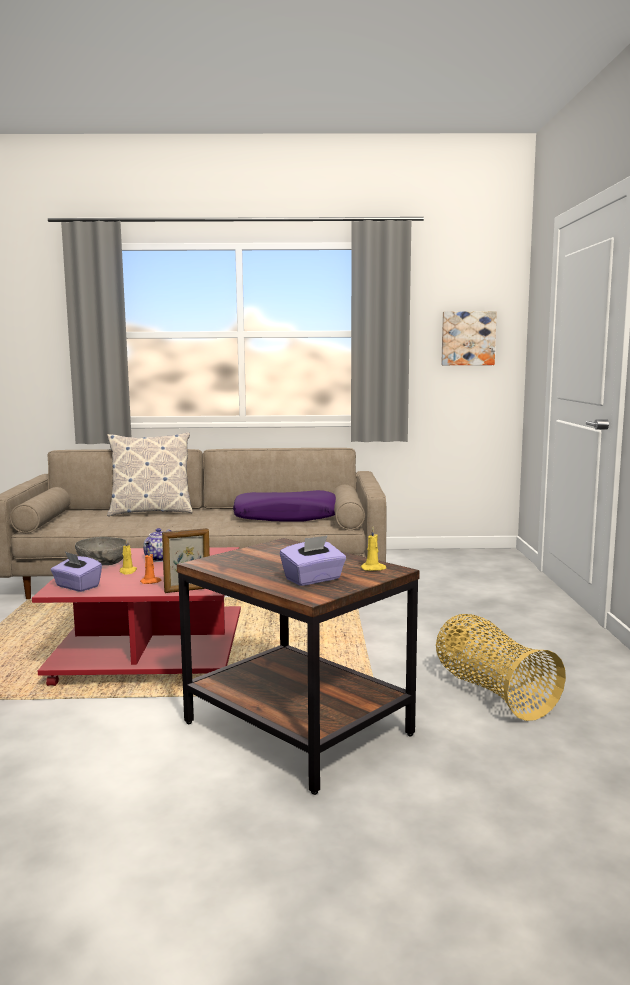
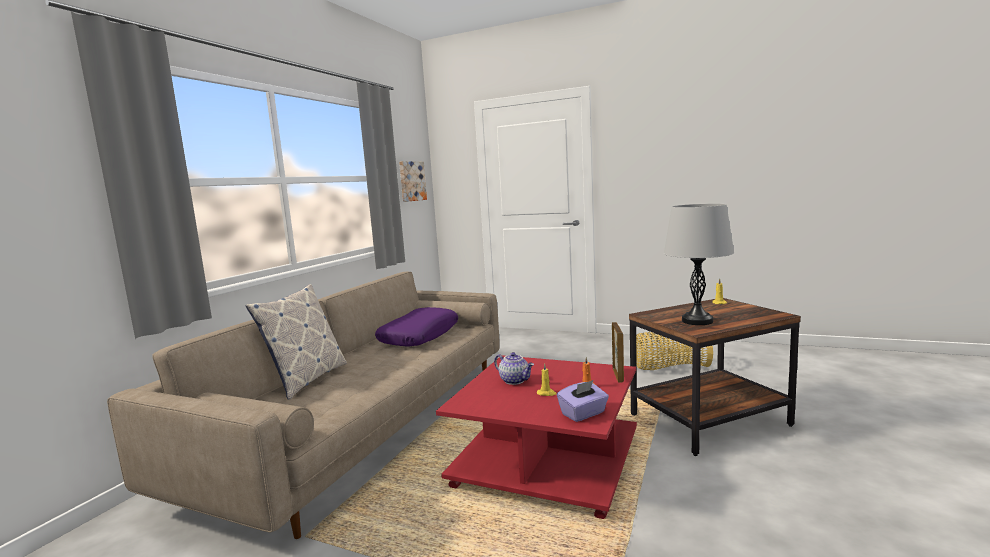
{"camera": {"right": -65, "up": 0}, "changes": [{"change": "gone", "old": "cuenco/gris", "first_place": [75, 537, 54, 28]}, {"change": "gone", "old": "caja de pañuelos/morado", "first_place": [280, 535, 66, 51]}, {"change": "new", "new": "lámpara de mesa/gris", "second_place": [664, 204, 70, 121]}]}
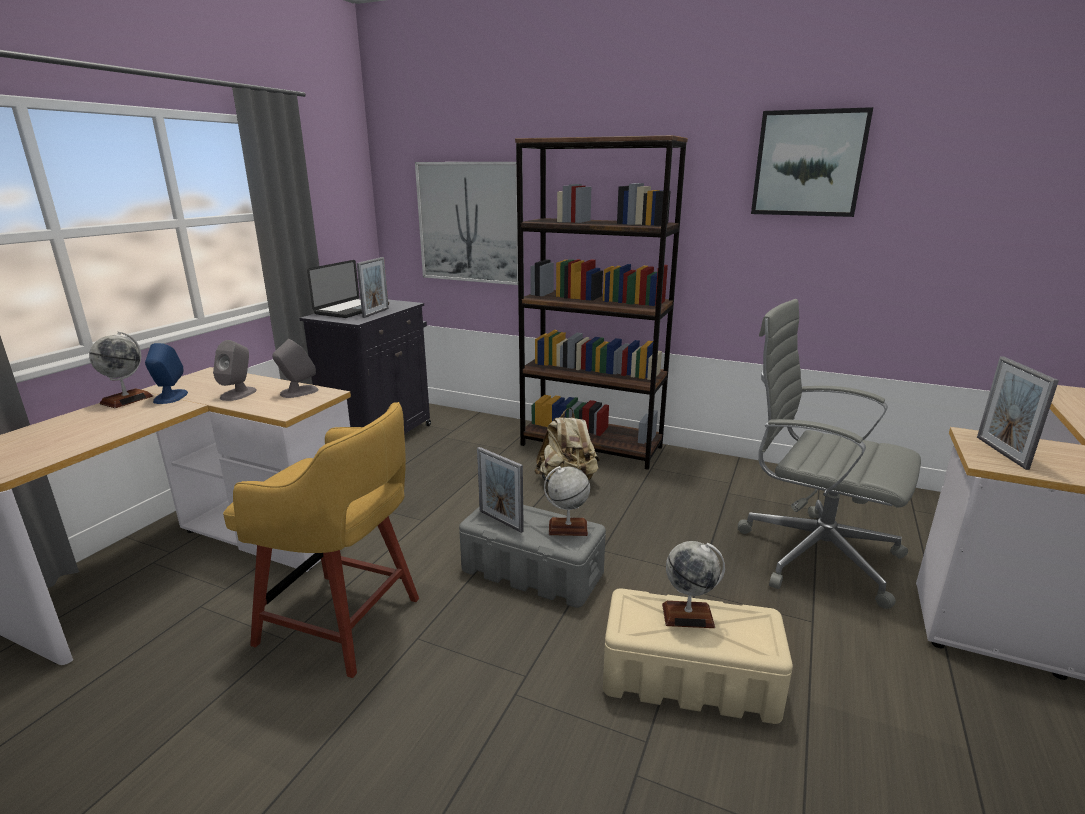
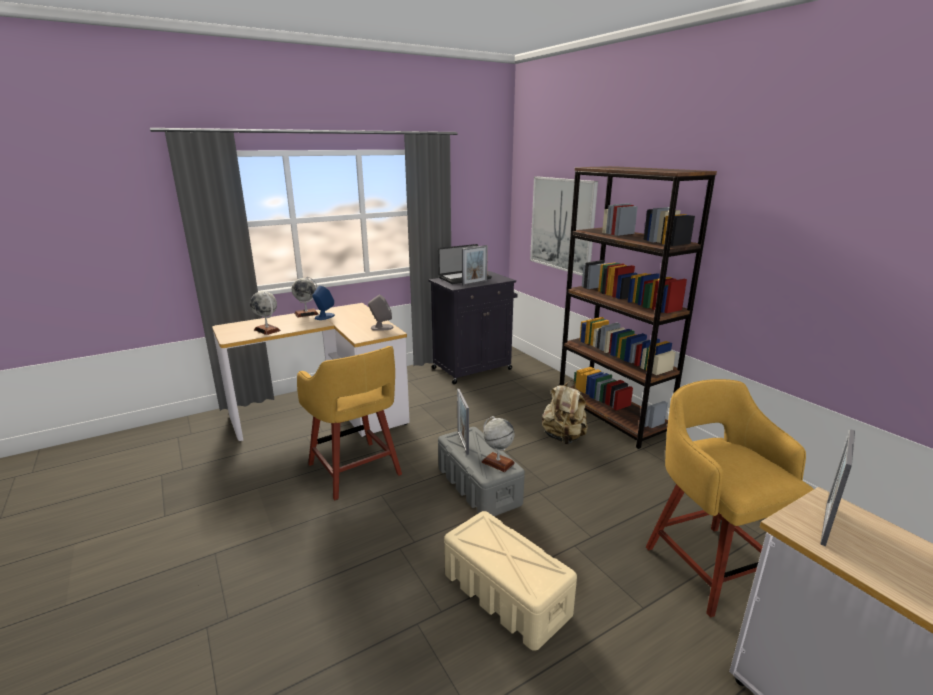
{"camera": {"right": 35, "up": 0}, "changes": [{"change": "gone", "old": "altavoz/gris", "first_place": [213, 340, 44, 61]}, {"change": "gone", "old": "cuadro", "first_place": [751, 107, 122, 110]}, {"change": "shifted", "old": "globo terráqueo", "first_place": [662, 541, 63, 87], "second_place": [250, 291, 31, 44]}, {"change": "swapped", "old": "silla de oficina/gris", "new": "taburete/amarillo", "first_place": [738, 299, 183, 310], "second_place": [646, 379, 168, 238]}]}
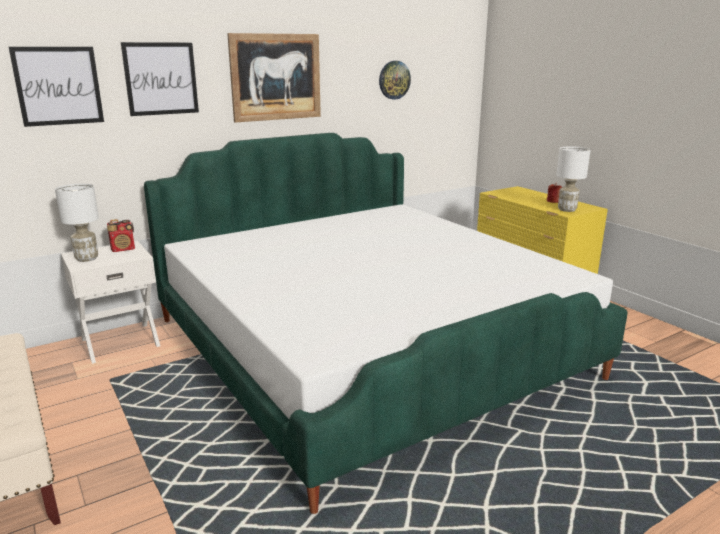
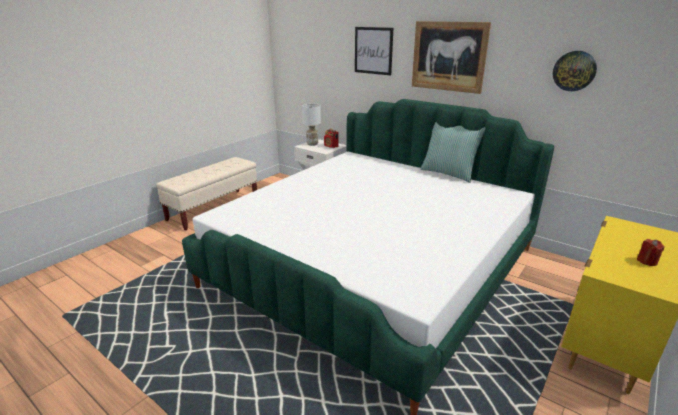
{"camera": {"right": 70, "up": 5}, "changes": [{"change": "gone", "old": "cuadro", "first_place": [9, 47, 95, 80]}, {"change": "gone", "old": "lámpara de mesa/blanco", "first_place": [556, 146, 35, 66]}, {"change": "new", "new": "cojín", "second_place": [420, 122, 65, 61]}]}
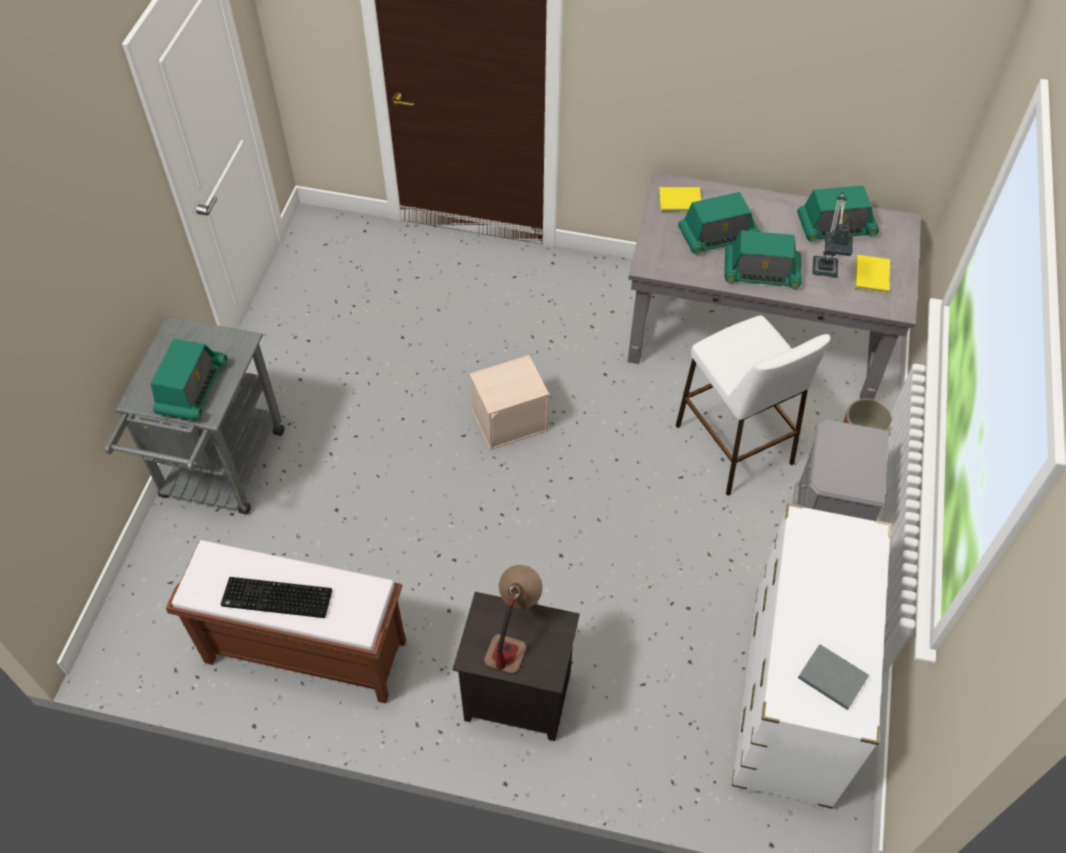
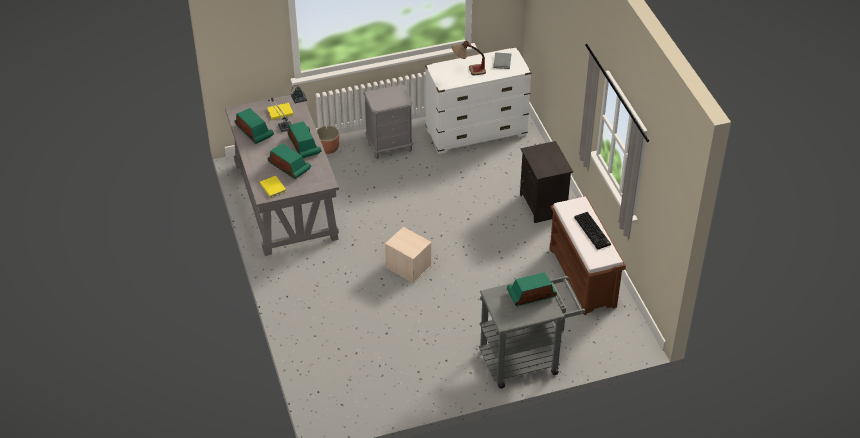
{"camera": {"right": -120, "up": -10}, "changes": [{"change": "gone", "old": "taburete/blanco", "first_place": [676, 315, 155, 181]}, {"change": "shifted", "old": "lámpara de mesa", "first_place": [484, 565, 58, 109], "second_place": [452, 41, 34, 34]}]}
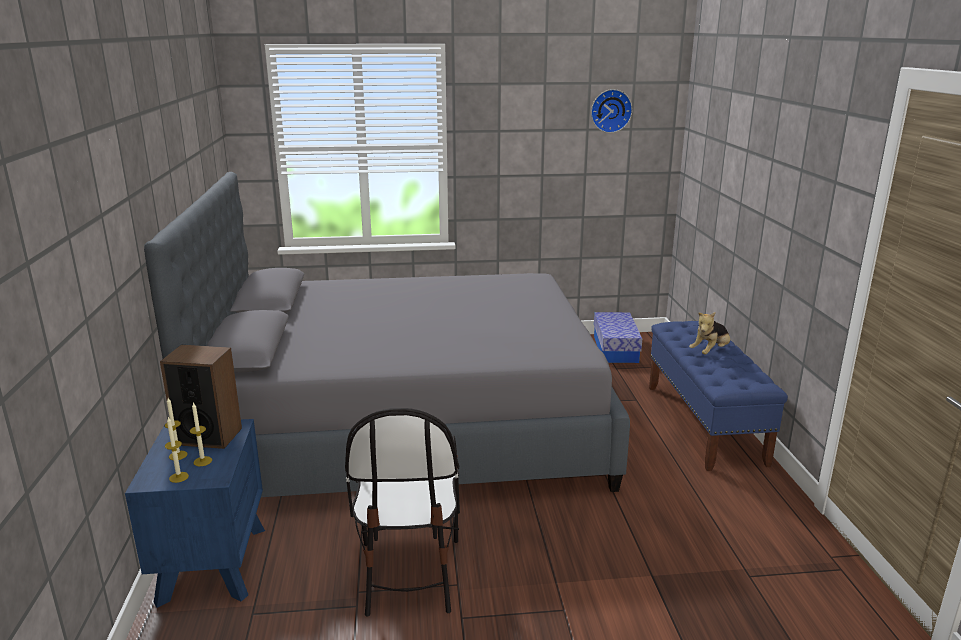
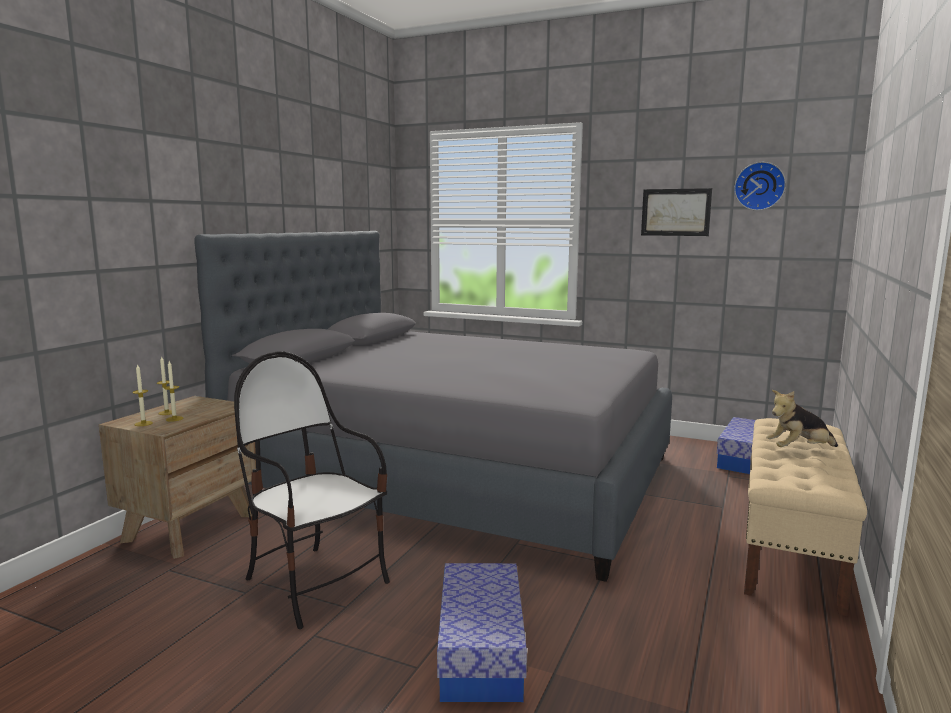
{"camera": {"right": 30, "up": -10}, "changes": [{"change": "gone", "old": "altavoz", "first_place": [160, 345, 82, 104]}, {"change": "new", "new": "caja de almacenaje", "second_place": [437, 563, 90, 139]}, {"change": "new", "new": "cuadro", "second_place": [641, 188, 71, 48]}, {"change": "repainted", "old": "mesita de noche/azul", "new": "mesita de noche/marrón", "first_place": [125, 419, 140, 189], "second_place": [99, 396, 157, 163]}, {"change": "repainted", "old": "banco/azul", "new": "banco/beis", "first_place": [649, 321, 139, 150], "second_place": [744, 418, 123, 198]}, {"change": "rotated", "old": "silla", "first_place": [345, 408, 115, 208], "second_place": [234, 351, 156, 278], "degrees": 105}]}
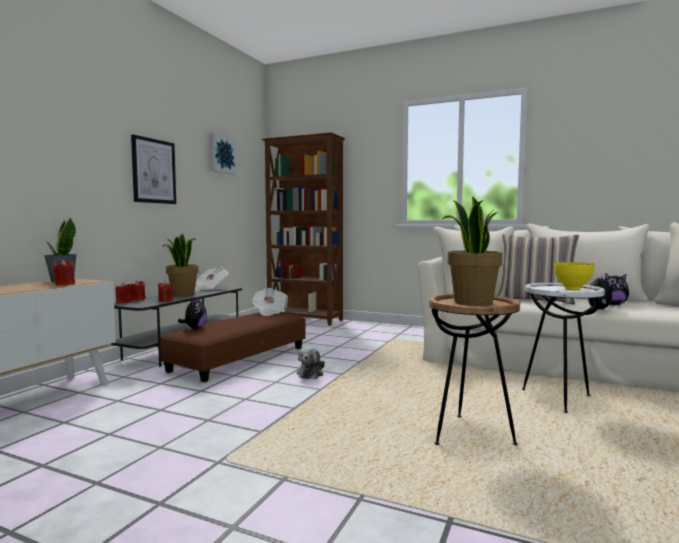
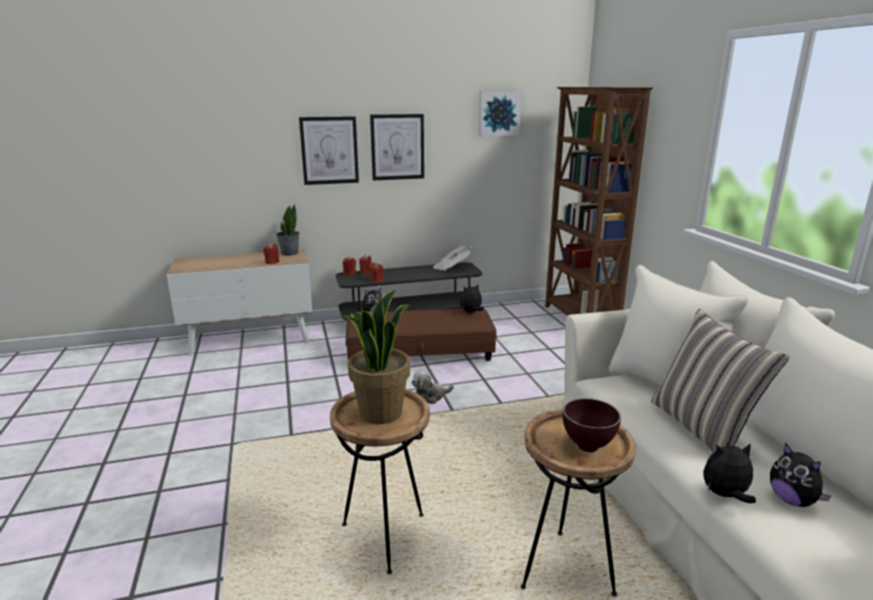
{"camera": {"right": 50, "up": 15}, "changes": [{"change": "gone", "old": "planta en maceta", "first_place": [163, 234, 35, 63]}, {"change": "new", "new": "cuadro", "second_place": [299, 116, 60, 69]}, {"change": "swapped", "old": "periódico", "new": "peluche", "first_place": [251, 288, 37, 28], "second_place": [460, 284, 24, 29]}, {"change": "repainted", "old": "mesa auxiliar/blanco", "new": "mesa auxiliar/marrón", "first_place": [522, 283, 83, 130], "second_place": [521, 409, 115, 187]}, {"change": "repainted", "old": "cuenco/amarillo", "new": "cuenco/marrón", "first_place": [554, 262, 41, 28], "second_place": [563, 398, 58, 54]}]}
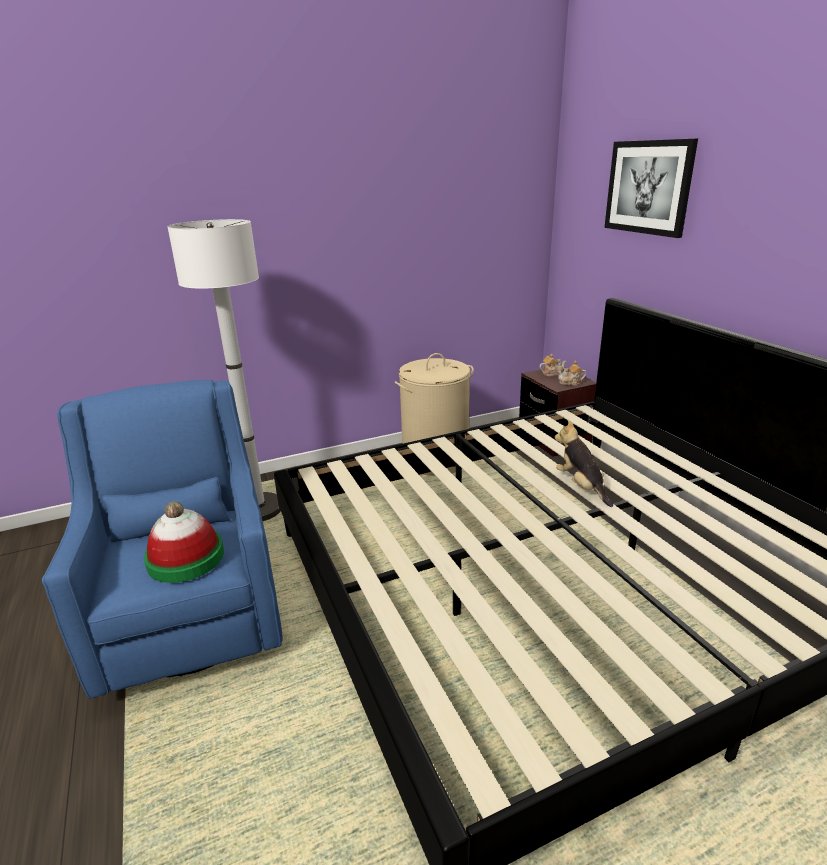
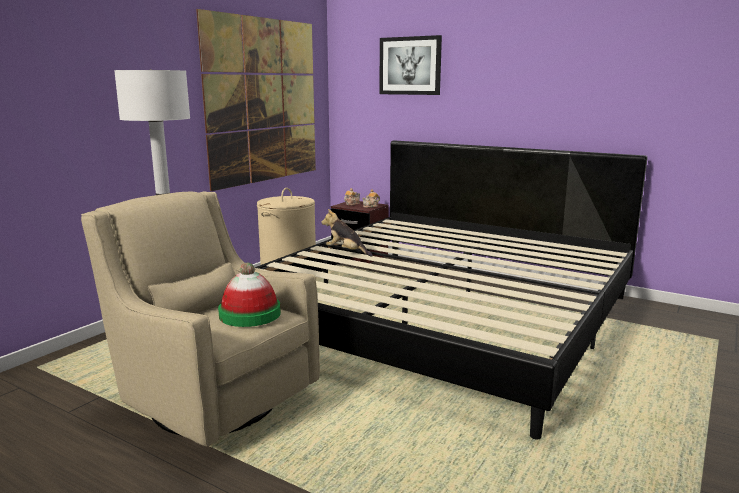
{"camera": {"right": -35, "up": -10}, "changes": [{"change": "new", "new": "cuadro", "second_place": [196, 9, 120, 182]}, {"change": "shifted", "old": "peluche", "first_place": [555, 420, 58, 87], "second_place": [322, 209, 51, 48]}, {"change": "repainted", "old": "sillón/azul", "new": "sillón/beis", "first_place": [42, 380, 241, 319], "second_place": [81, 191, 239, 256]}]}
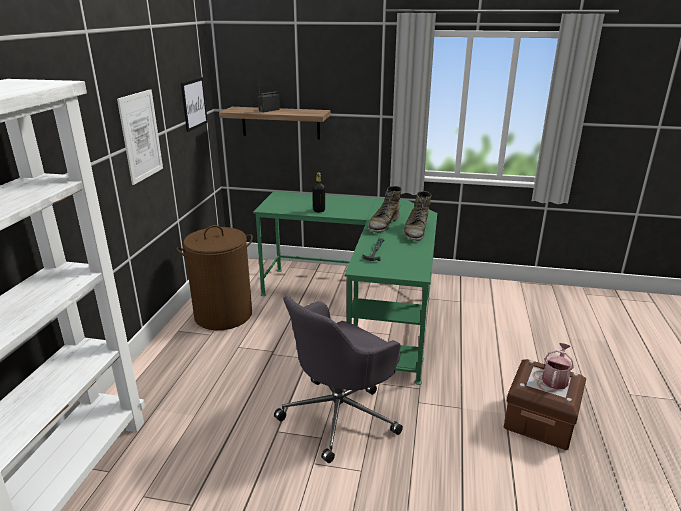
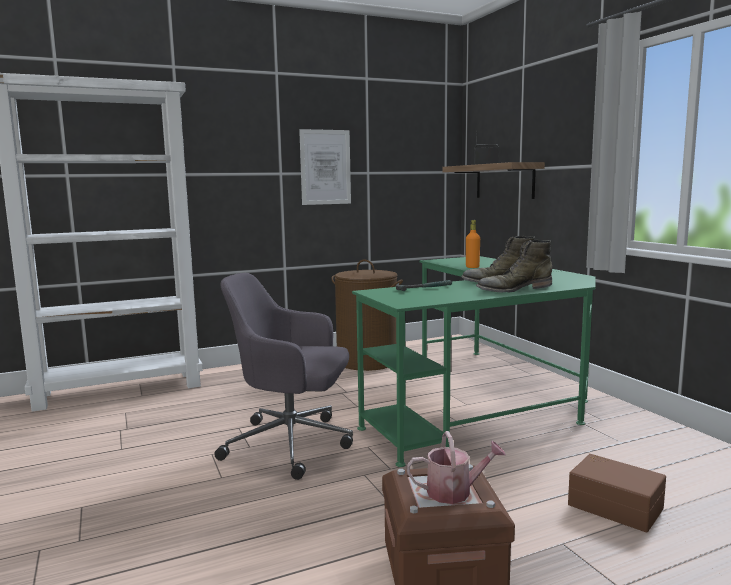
{"camera": {"right": 55, "up": -15}, "changes": [{"change": "gone", "old": "cuadro", "first_place": [181, 77, 27, 55]}, {"change": "new", "new": "caja de almacenaje/marrón", "second_place": [568, 454, 98, 78]}, {"change": "repainted", "old": "botella/negro", "new": "botella/naranja", "first_place": [312, 173, 13, 39], "second_place": [466, 220, 14, 48]}]}
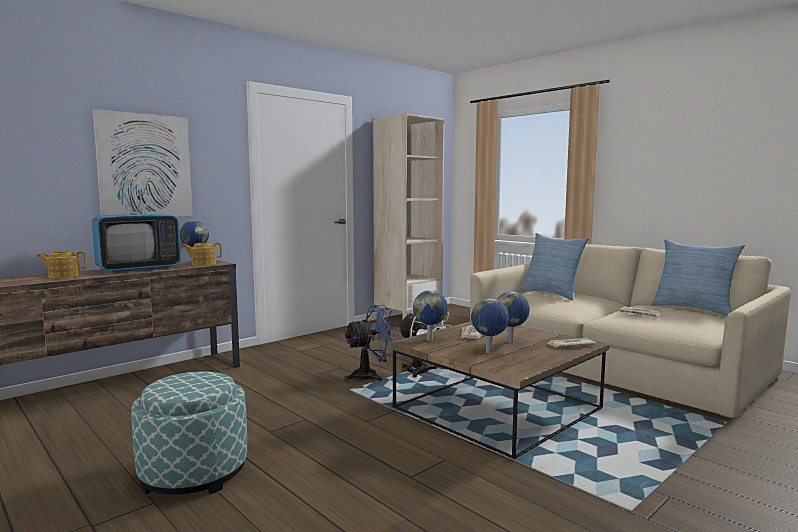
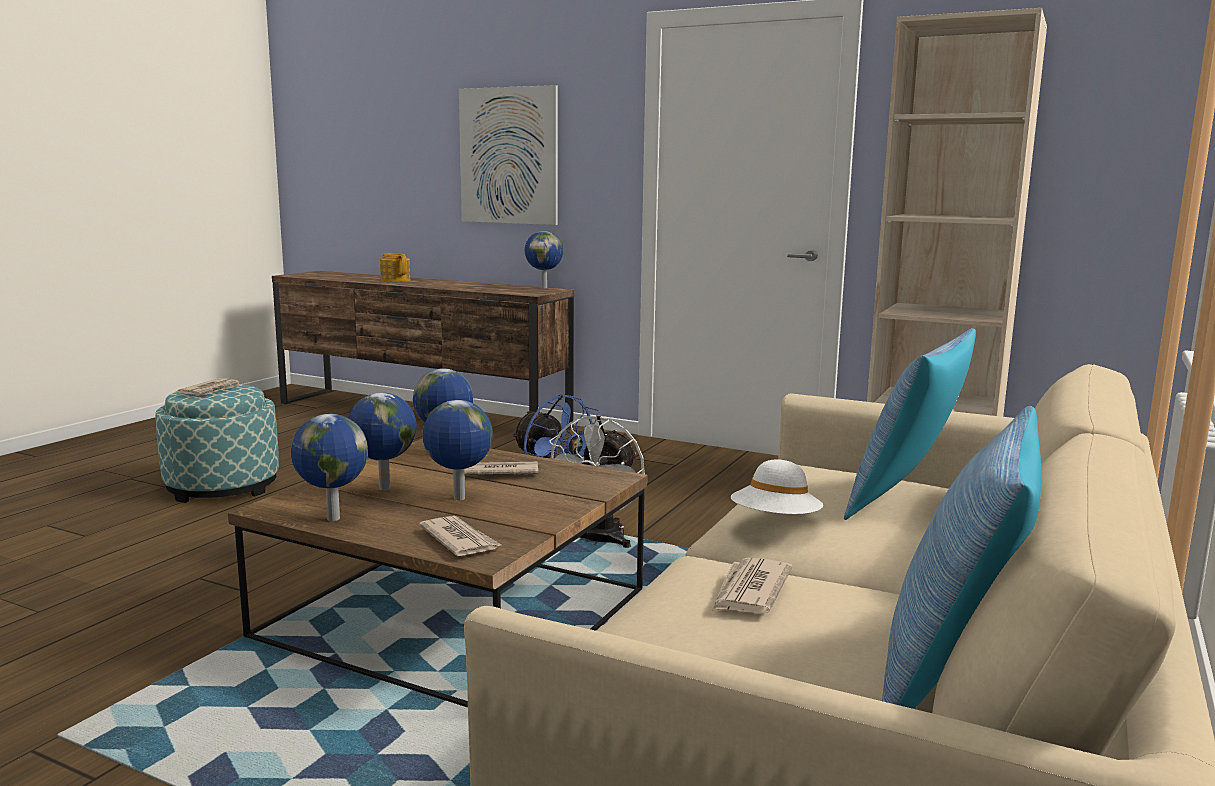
{"camera": {"right": 70, "up": 5}, "changes": [{"change": "gone", "old": "televisor", "first_place": [92, 177, 89, 96]}, {"change": "gone", "old": "tetera", "first_place": [182, 243, 40, 23]}, {"change": "new", "new": "periódico", "second_place": [177, 378, 65, 17]}, {"change": "new", "new": "globo terráqueo", "second_place": [291, 414, 77, 107]}, {"change": "new", "new": "sombrero/blanco", "second_place": [731, 459, 92, 55]}]}
